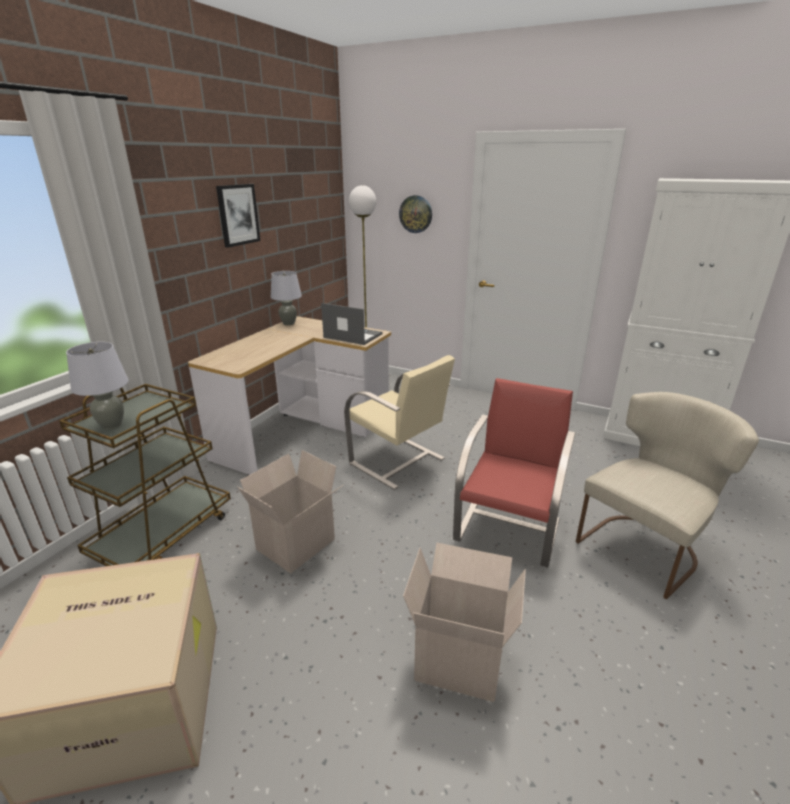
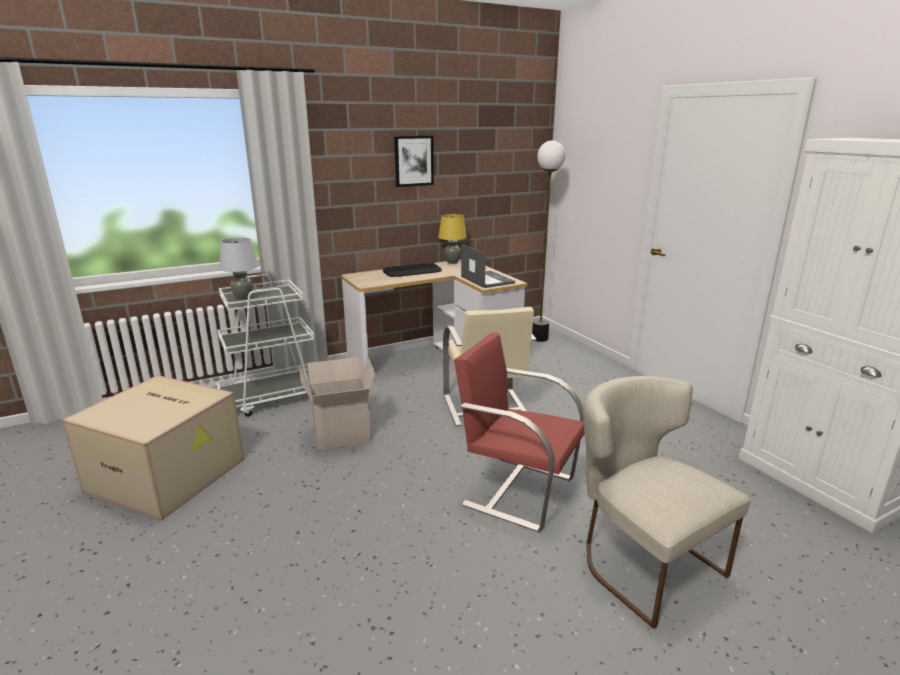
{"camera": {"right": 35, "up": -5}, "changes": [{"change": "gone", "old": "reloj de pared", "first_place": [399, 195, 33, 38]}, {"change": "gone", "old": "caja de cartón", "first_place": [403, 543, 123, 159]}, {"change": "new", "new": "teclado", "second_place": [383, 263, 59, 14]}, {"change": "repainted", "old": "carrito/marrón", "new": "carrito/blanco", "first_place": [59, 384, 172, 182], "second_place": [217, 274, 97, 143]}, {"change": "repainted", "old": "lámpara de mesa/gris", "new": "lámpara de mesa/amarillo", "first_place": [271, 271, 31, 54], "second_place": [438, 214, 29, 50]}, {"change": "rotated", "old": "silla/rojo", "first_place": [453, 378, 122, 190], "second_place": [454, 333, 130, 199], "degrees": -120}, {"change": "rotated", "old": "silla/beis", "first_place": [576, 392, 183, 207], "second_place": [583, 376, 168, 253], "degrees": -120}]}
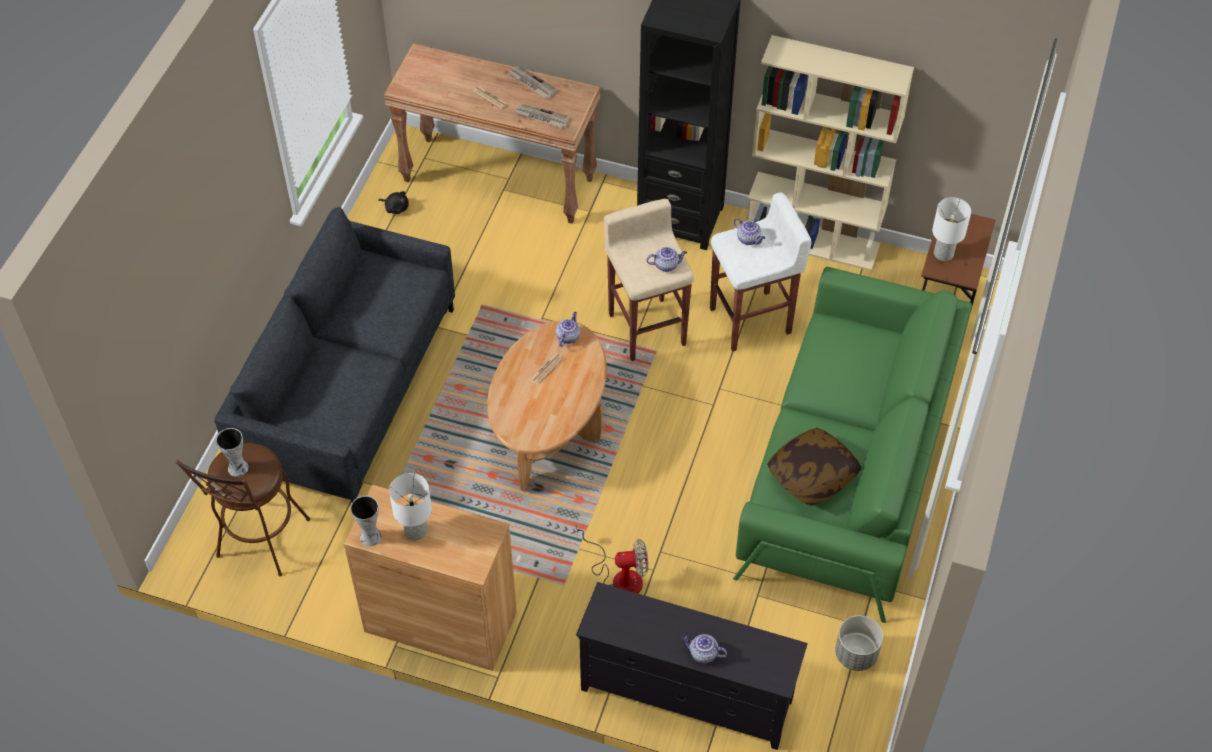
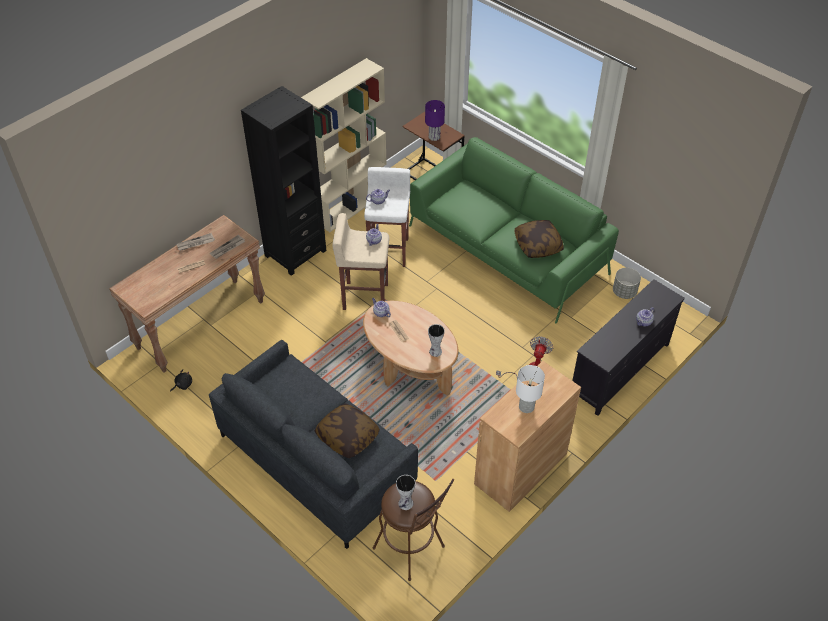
{"camera": {"right": -65, "up": -5}, "changes": [{"change": "new", "new": "cojín", "second_place": [315, 403, 65, 55]}, {"change": "shifted", "old": "florero", "first_place": [351, 496, 30, 50], "second_place": [428, 324, 17, 33]}, {"change": "repainted", "old": "lámpara de mesa/blanco", "new": "lámpara de mesa/morado", "first_place": [932, 197, 39, 64], "second_place": [425, 100, 20, 41]}]}
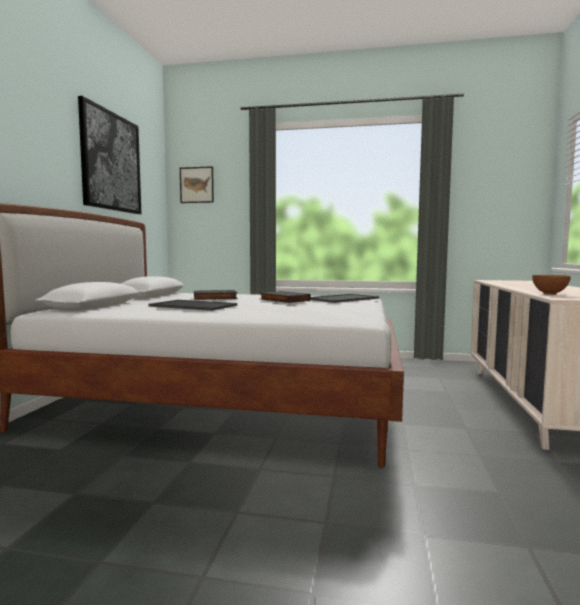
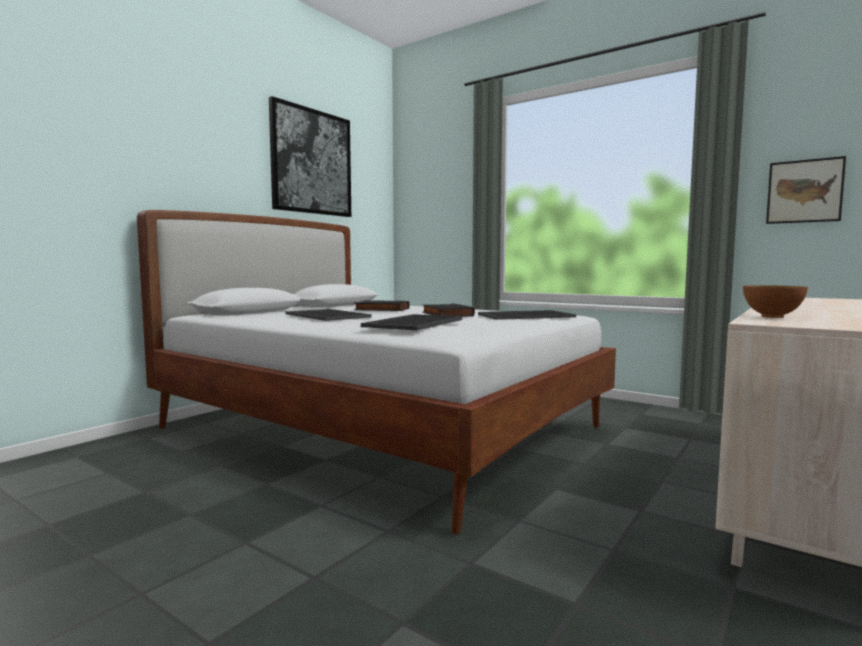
{"camera": {"right": 25, "up": 0}, "changes": [{"change": "new", "new": "bandeja", "second_place": [361, 314, 101, 17]}, {"change": "shifted", "old": "cuadro", "first_place": [180, 166, 34, 37], "second_place": [766, 156, 80, 68]}]}
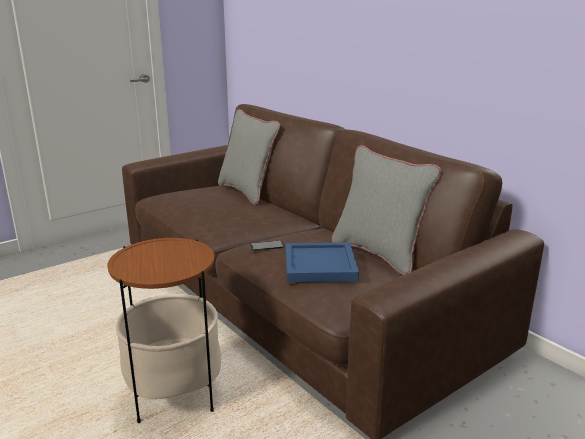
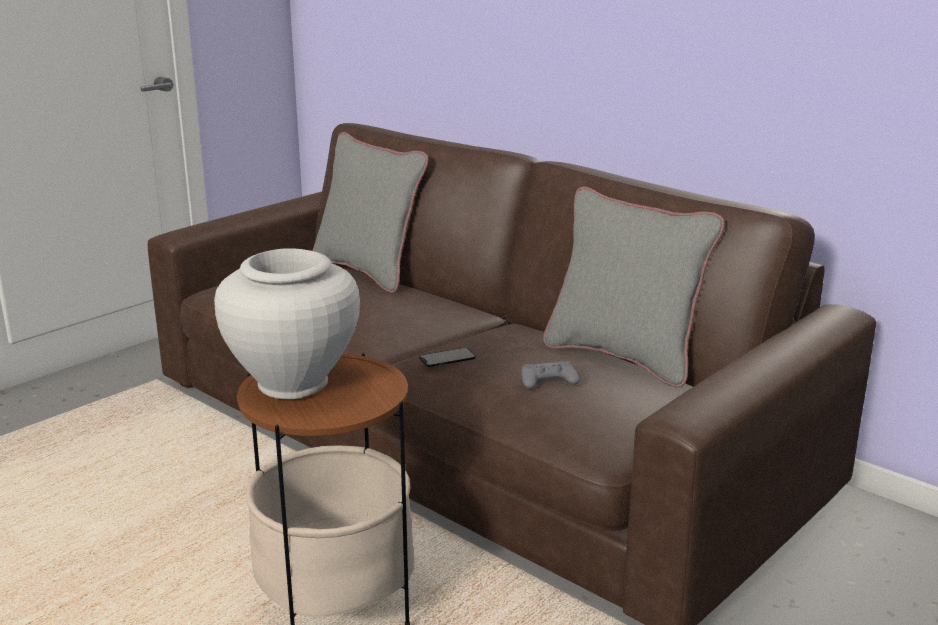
{"camera": {"right": -10, "up": 0}, "changes": [{"change": "new", "new": "florero/blanco", "second_place": [214, 248, 146, 151]}, {"change": "swapped", "old": "bandeja/azul", "new": "mando de consola/gris", "first_place": [286, 242, 73, 41], "second_place": [521, 361, 59, 28]}]}
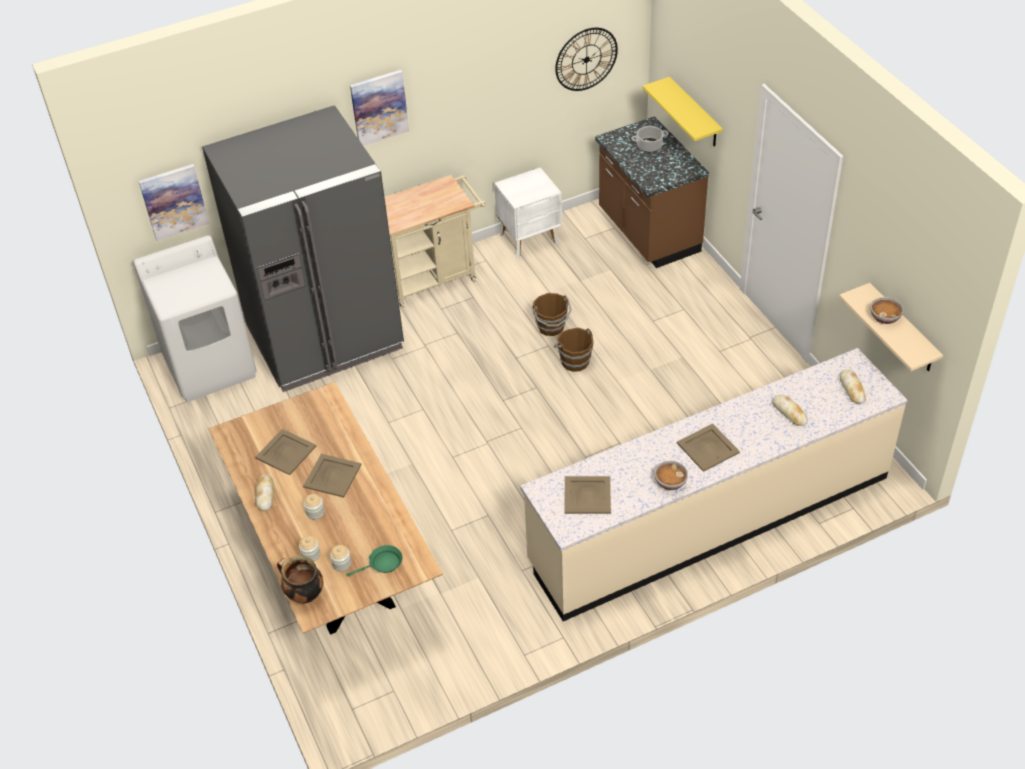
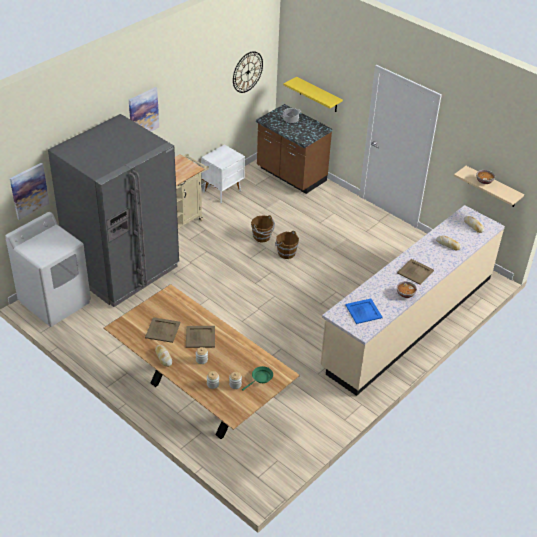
{"camera": {"right": -25, "up": -5}, "changes": [{"change": "gone", "old": "olla", "first_place": [277, 556, 46, 48]}, {"change": "repainted", "old": "bandeja/beis", "new": "bandeja/azul", "first_place": [564, 476, 47, 38], "second_place": [345, 298, 38, 26]}]}
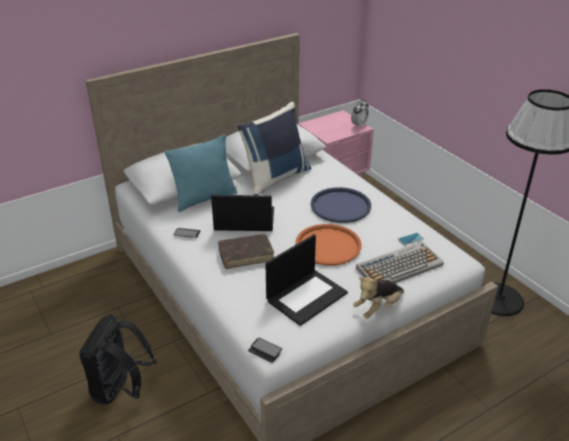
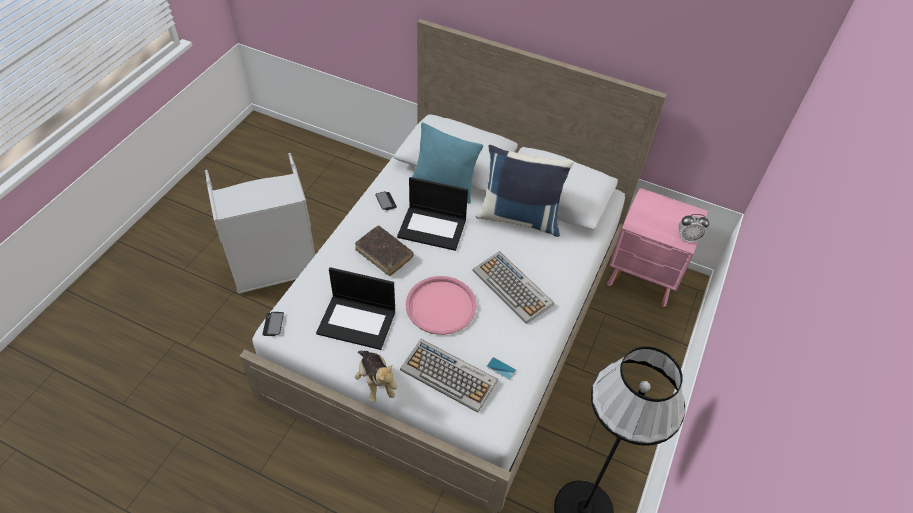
{"camera": {"right": 55, "up": 15}, "changes": [{"change": "swapped", "old": "mochila/negro", "new": "cesto de la ropa/gris", "first_place": [79, 315, 78, 90], "second_place": [205, 153, 110, 141]}, {"change": "swapped", "old": "bandeja/azul", "new": "teclado", "first_place": [311, 187, 60, 36], "second_place": [473, 251, 81, 73]}, {"change": "repainted", "old": "bandeja/naranja", "new": "bandeja/rosa", "first_place": [295, 224, 67, 42], "second_place": [406, 276, 71, 59]}, {"change": "rotated", "old": "portátil", "first_place": [211, 195, 63, 36], "second_place": [397, 177, 71, 74], "degrees": 135}, {"change": "rotated", "old": "peluche", "first_place": [353, 277, 51, 42], "second_place": [355, 351, 42, 52], "degrees": -135}]}
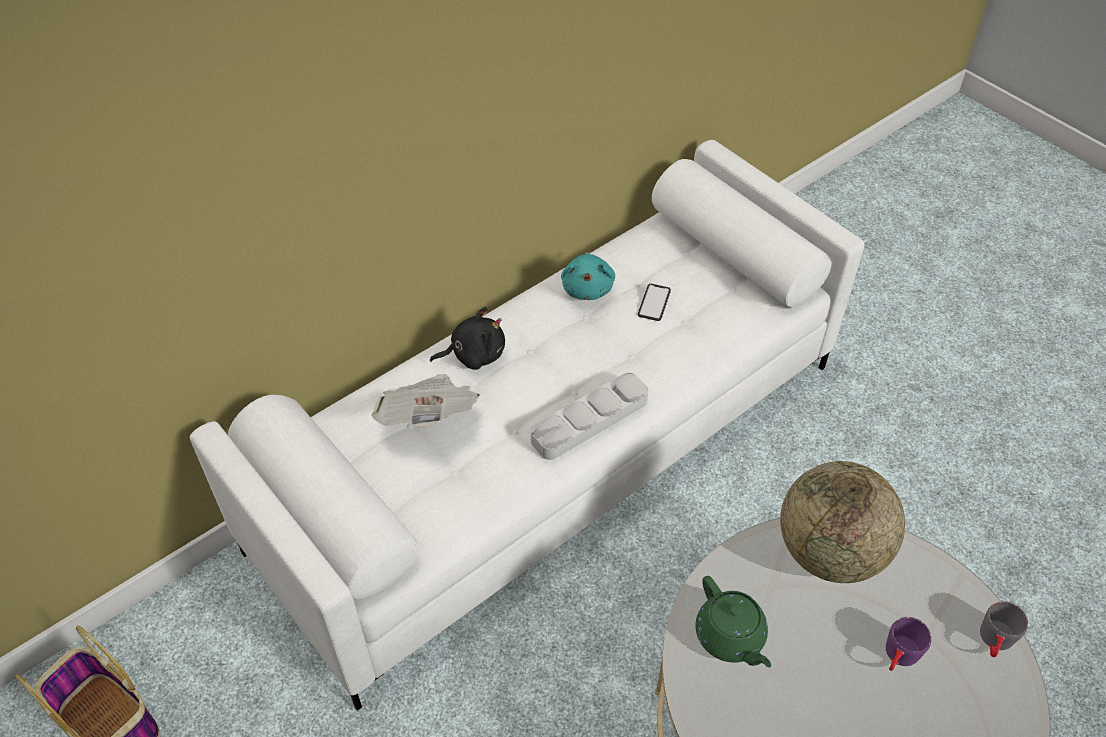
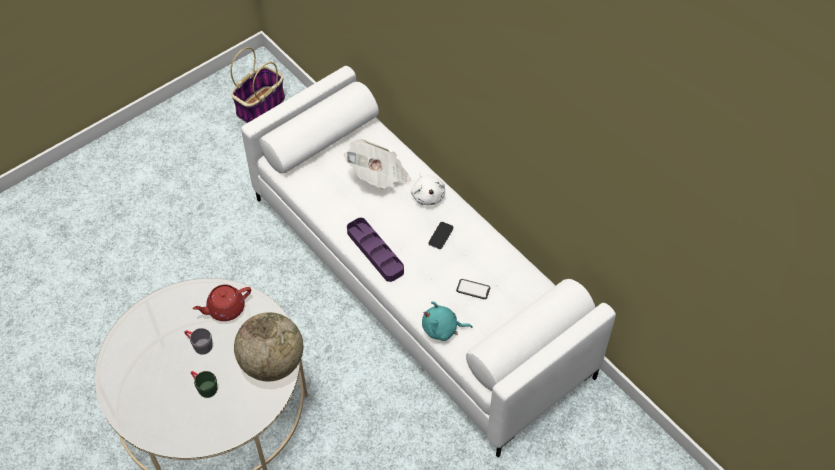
{"camera": {"right": 90, "up": 5}, "changes": [{"change": "new", "new": "móvil", "second_place": [428, 222, 26, 27]}, {"change": "shifted", "old": "peluche/turquesa", "first_place": [561, 252, 54, 48], "second_place": [422, 301, 51, 40]}, {"change": "shifted", "old": "taza grande/gris", "first_place": [980, 601, 48, 56], "second_place": [184, 328, 29, 26]}, {"change": "repainted", "old": "peluche/negro", "new": "peluche/blanco", "first_place": [430, 307, 75, 63], "second_place": [411, 172, 34, 33]}, {"change": "repainted", "old": "bandeja/gris", "new": "bandeja/morado", "first_place": [531, 372, 117, 88], "second_place": [347, 218, 57, 64]}, {"change": "repainted", "old": "tetera/verde", "new": "tetera/rojo", "first_place": [696, 576, 75, 92], "second_place": [192, 284, 59, 37]}, {"change": "repainted", "old": "taza grande/morado", "new": "taza grande/verde", "first_place": [886, 617, 45, 54], "second_place": [191, 371, 26, 27]}]}
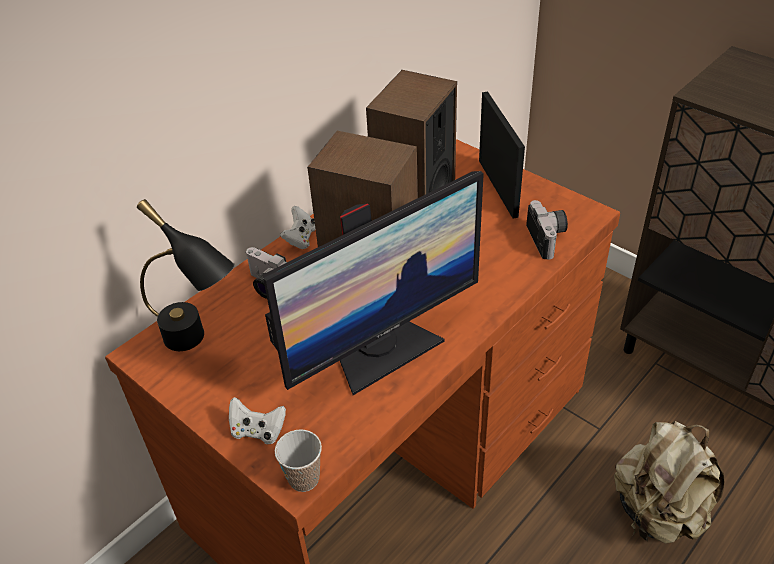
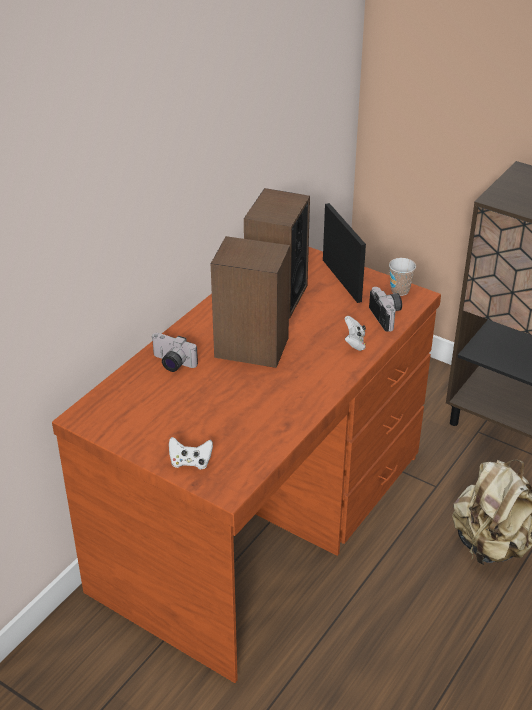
{"camera": {"right": -10, "up": -5}, "changes": [{"change": "gone", "old": "lámpara de mesa/negro", "first_place": [137, 199, 98, 152]}, {"change": "gone", "old": "monitor", "first_place": [263, 171, 221, 224]}, {"change": "shifted", "old": "taza", "first_place": [275, 430, 47, 62], "second_place": [389, 258, 27, 38]}, {"change": "shifted", "old": "mando de consola/blanco", "first_place": [280, 206, 36, 43], "second_place": [345, 316, 21, 35]}]}
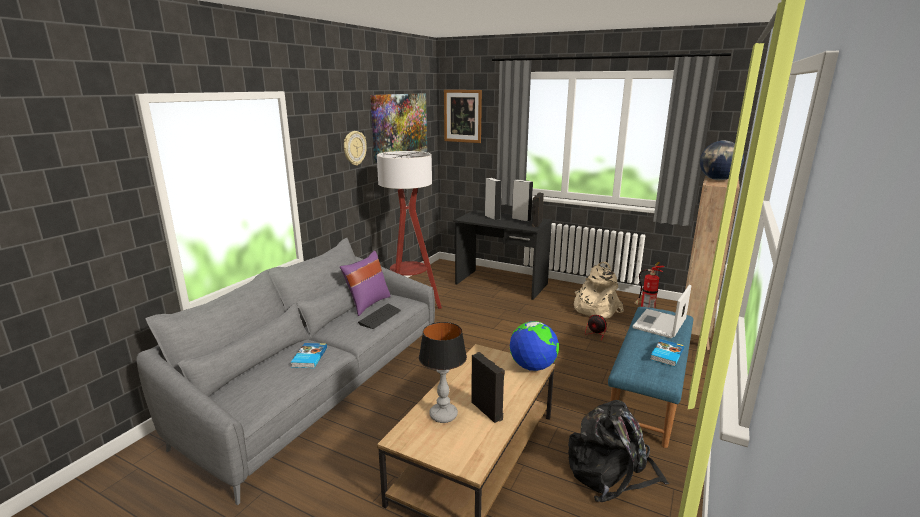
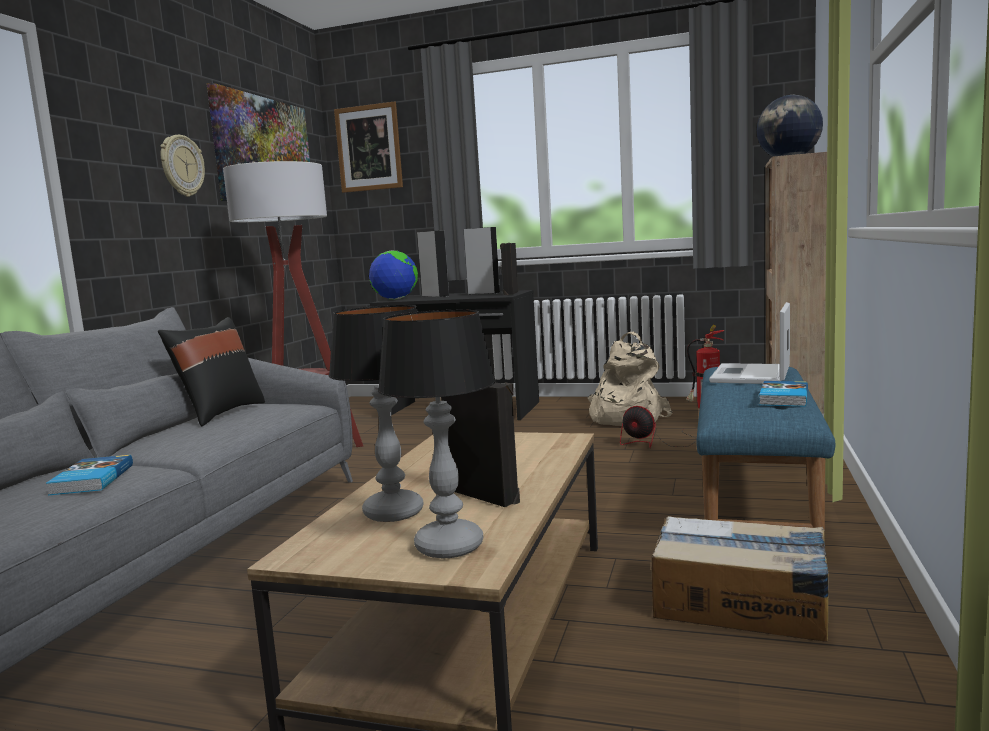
{"camera": {"right": -10, "up": -10}, "changes": [{"change": "gone", "old": "teclado", "first_place": [358, 304, 43, 25]}, {"change": "new", "new": "lámpara de mesa", "second_place": [378, 310, 117, 248]}, {"change": "shifted", "old": "globo terráqueo", "first_place": [510, 321, 49, 50], "second_place": [369, 250, 49, 50]}, {"change": "swapped", "old": "mochila/negro", "new": "caja de cartón", "first_place": [568, 400, 101, 102], "second_place": [651, 516, 178, 126]}, {"change": "repainted", "old": "cojín/morado", "new": "cojín/negro", "first_place": [340, 251, 51, 65], "second_place": [158, 317, 107, 109]}]}
